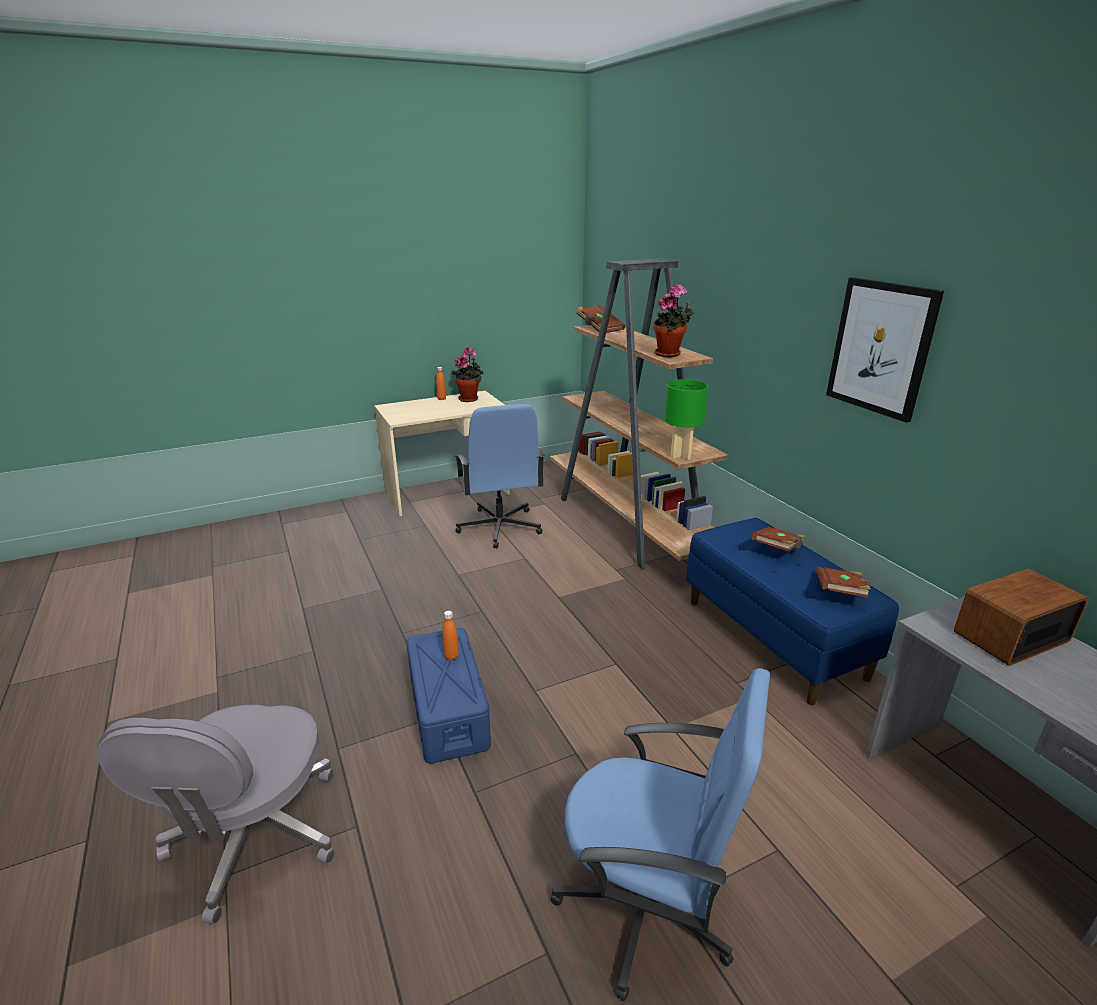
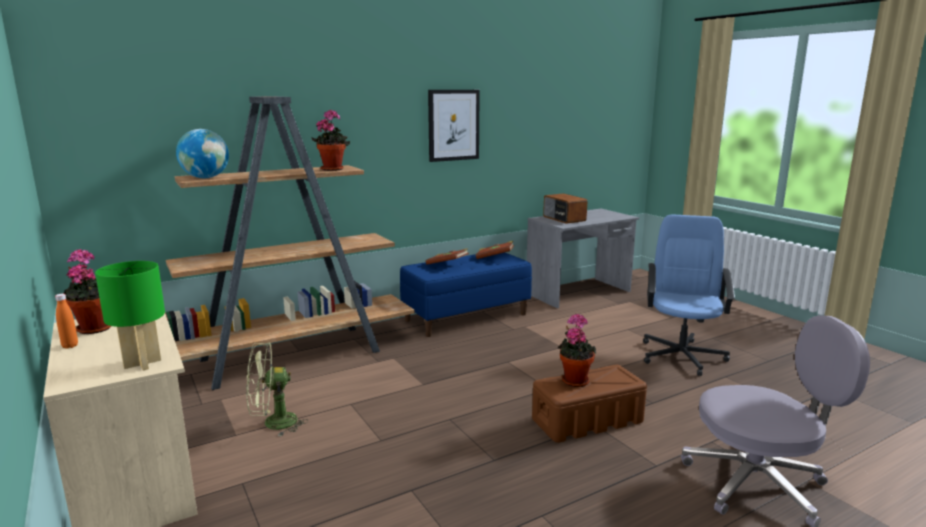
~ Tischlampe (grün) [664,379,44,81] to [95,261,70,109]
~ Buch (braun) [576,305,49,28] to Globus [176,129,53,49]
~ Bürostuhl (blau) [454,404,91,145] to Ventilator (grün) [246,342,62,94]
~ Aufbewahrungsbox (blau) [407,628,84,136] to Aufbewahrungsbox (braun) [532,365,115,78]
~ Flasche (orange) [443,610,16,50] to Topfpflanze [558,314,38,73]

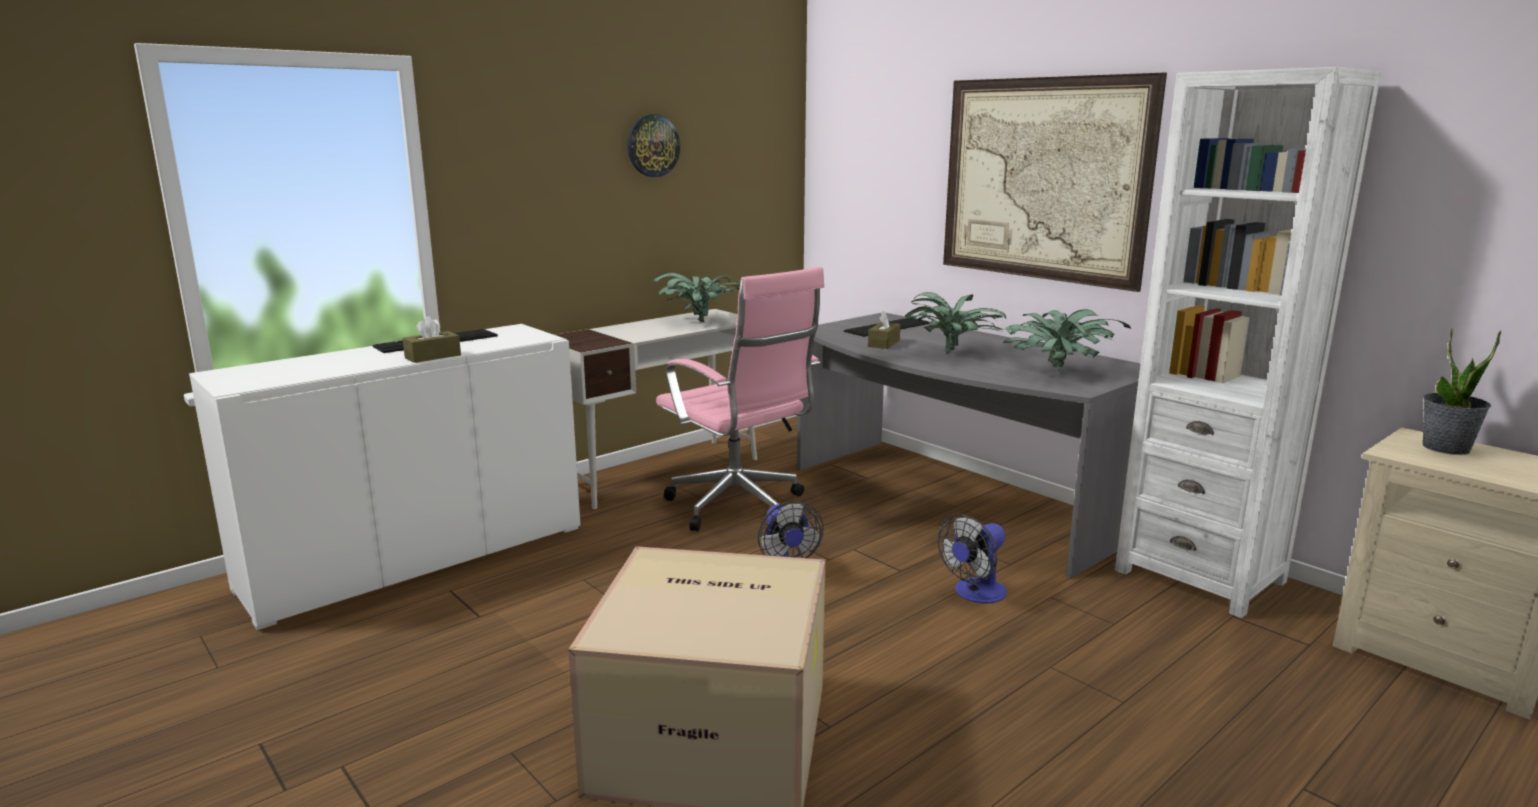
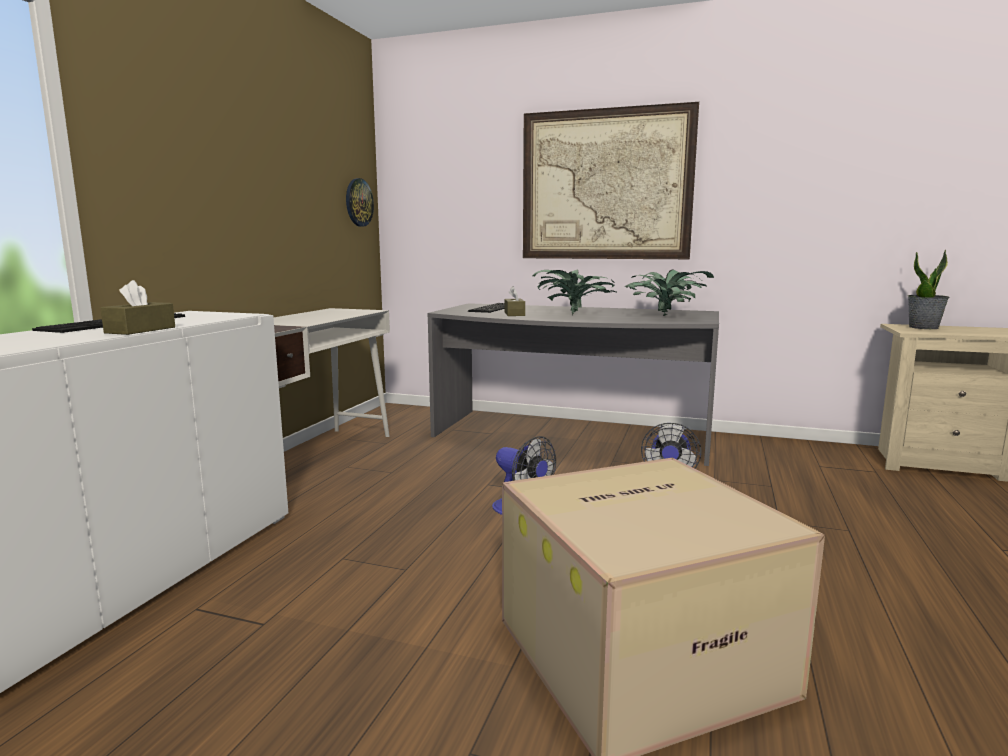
~ Wanduhr [627,114,53,63] to [346,178,28,49]
- Topfpflanze [653,273,87,49]
- Bürostuhl (rosa) [656,267,168,264]
- Bücherregal (weiß) [1115,67,266,551]

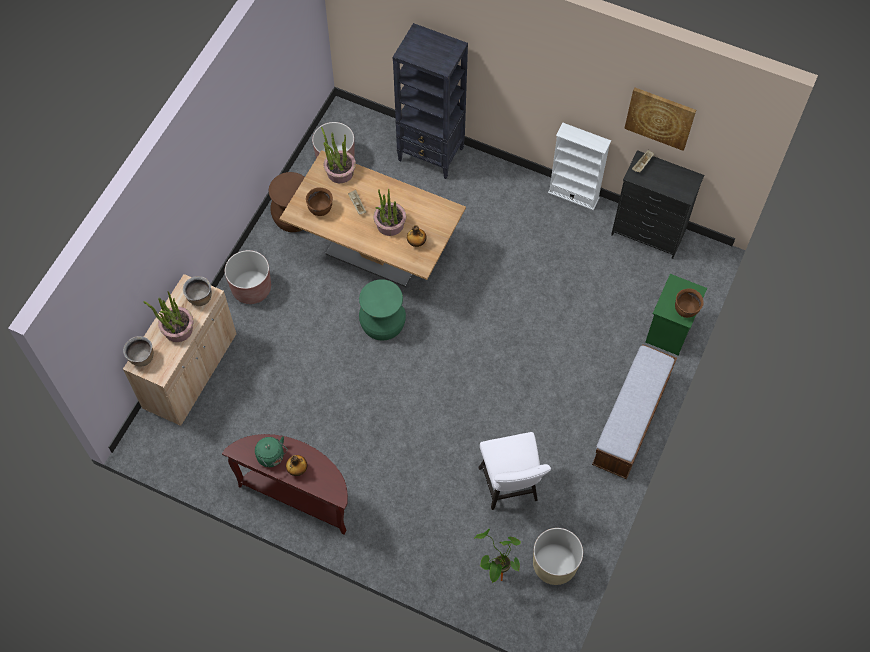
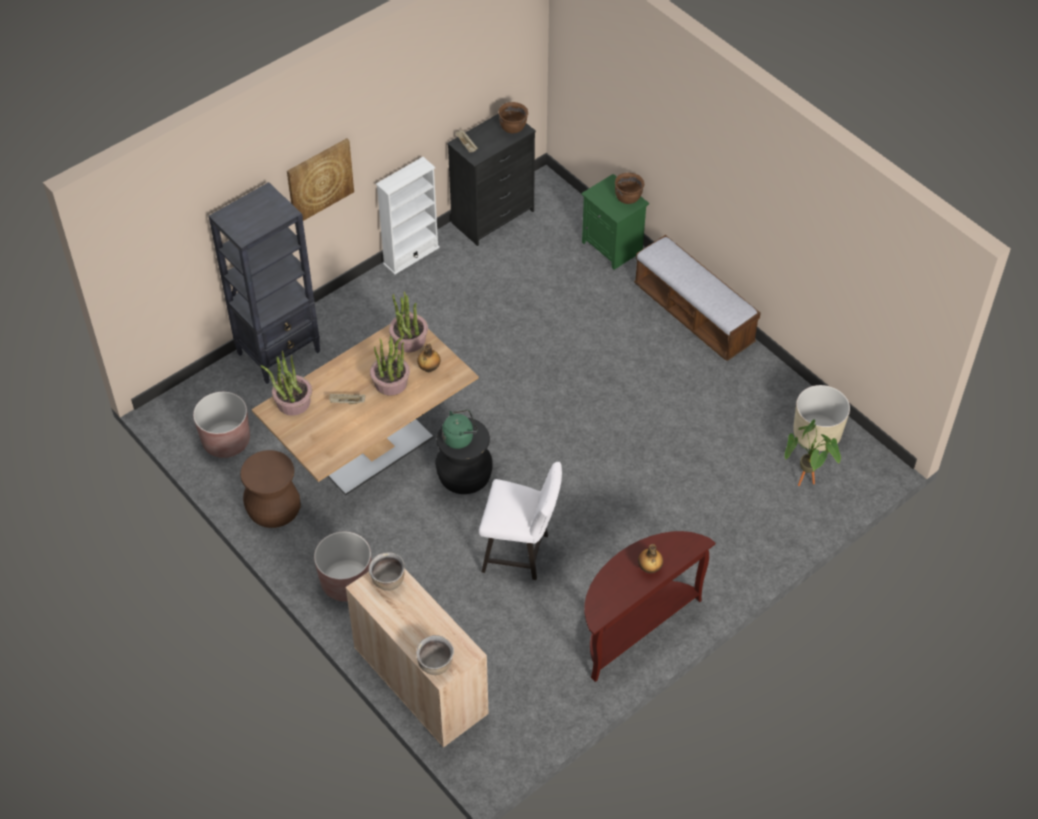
~ Bild [624,87,72,64] to [287,138,67,83]
~ Topfpflanze [143,291,50,51] to [389,292,39,60]
~ Hocker (grün) [359,279,47,62] to Hocker (schwarz) [435,418,58,76]
~ Wasserkessel (grün) [255,436,32,31] to [442,410,36,39]
~ Stuhl (weiß) [478,432,73,78] to [479,462,83,118]
~ Kochtopf (braun) [306,187,27,29] to [498,102,30,31]

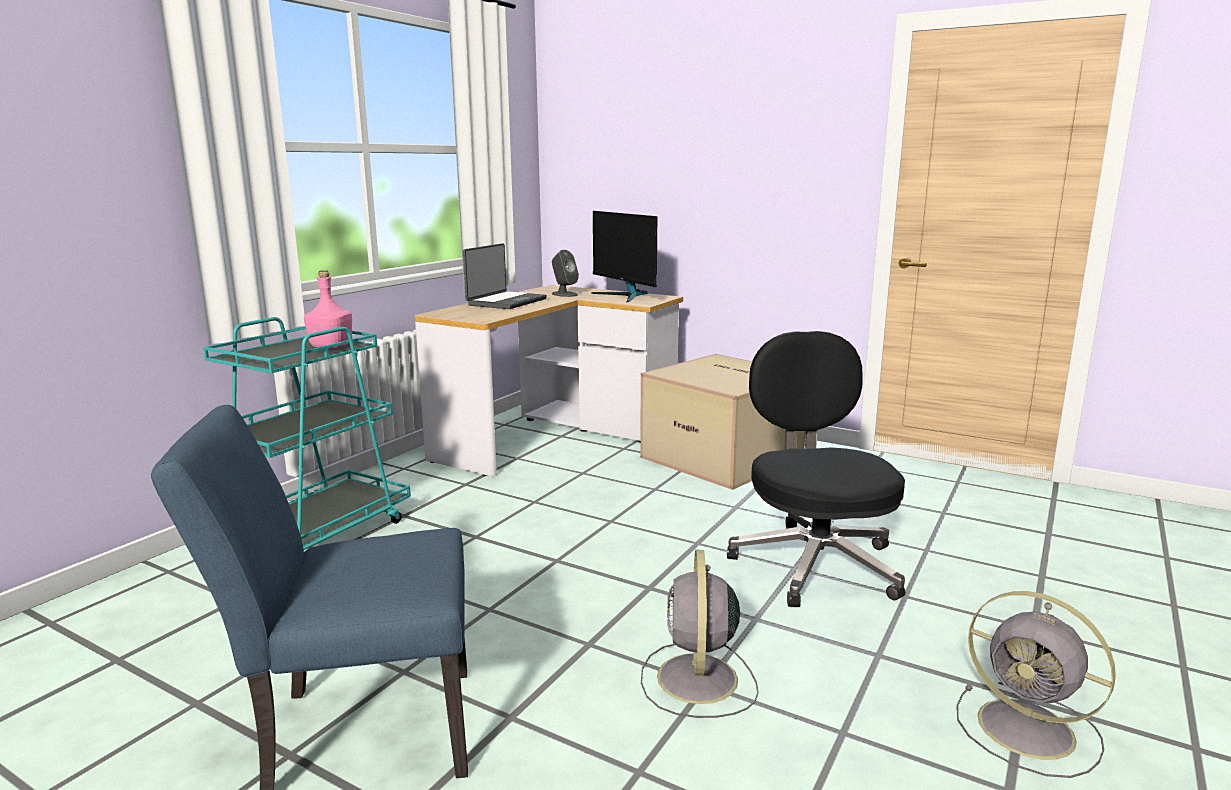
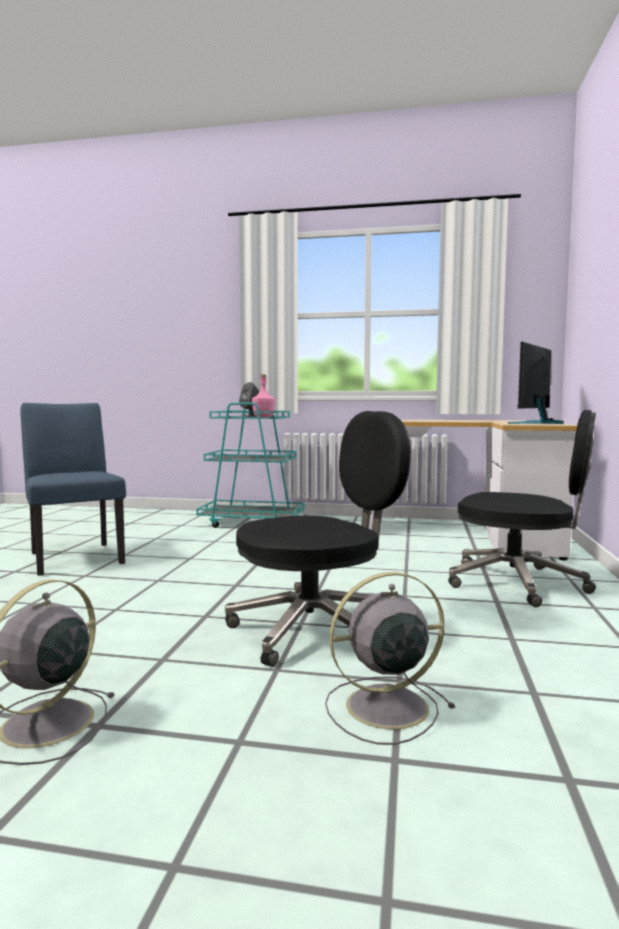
~ Lautsprecher (grau) [552,250,27,47] to [239,382,20,35]
~ Ventilator (grau) [641,550,118,168] to [325,572,130,173]
~ Karton [640,354,166,136] to Bürostuhl (schwarz) [448,410,148,197]
- Laptop [463,243,84,66]

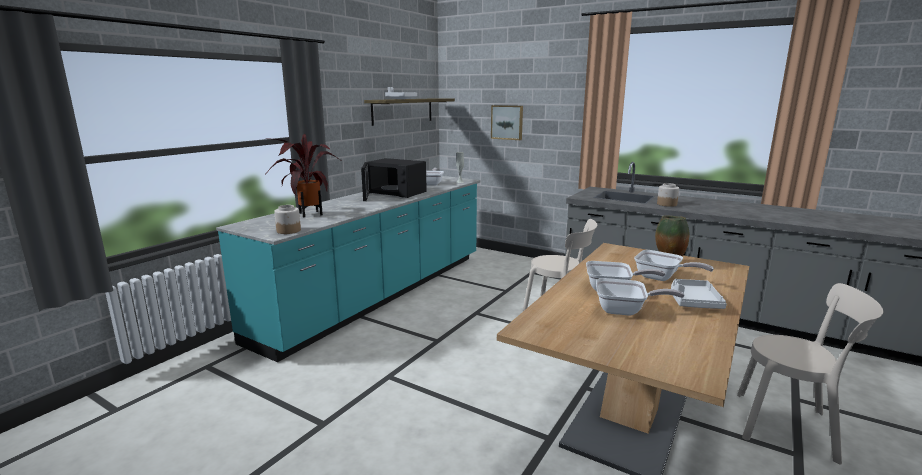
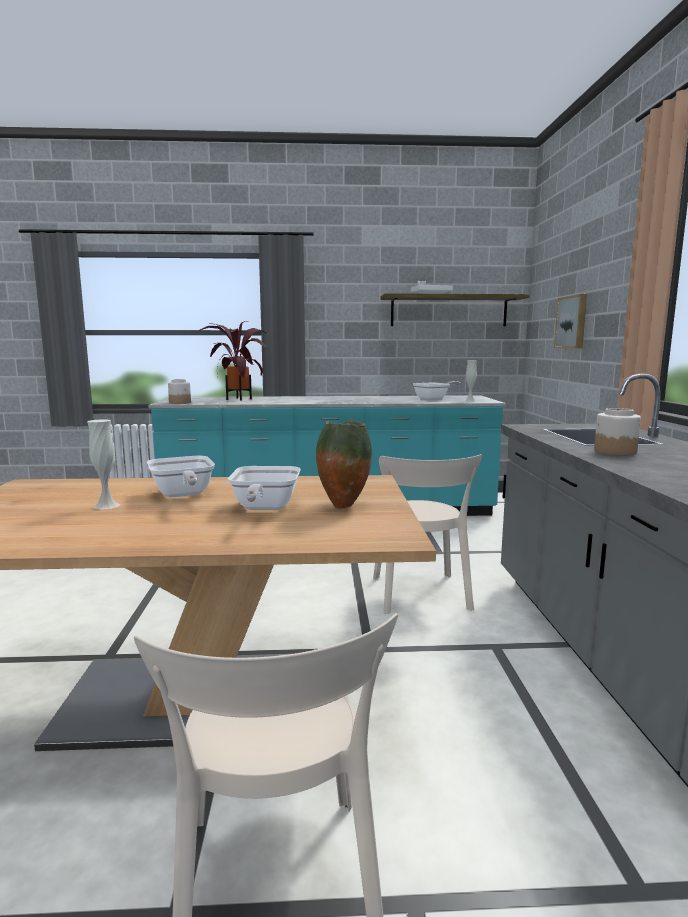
~ Pfanne [596,278,89,38] to Vase (weiß) [87,419,33,91]
- Mikrowelle (schwarz) [361,158,66,43]
- Tablett (weiß) [671,279,56,30]

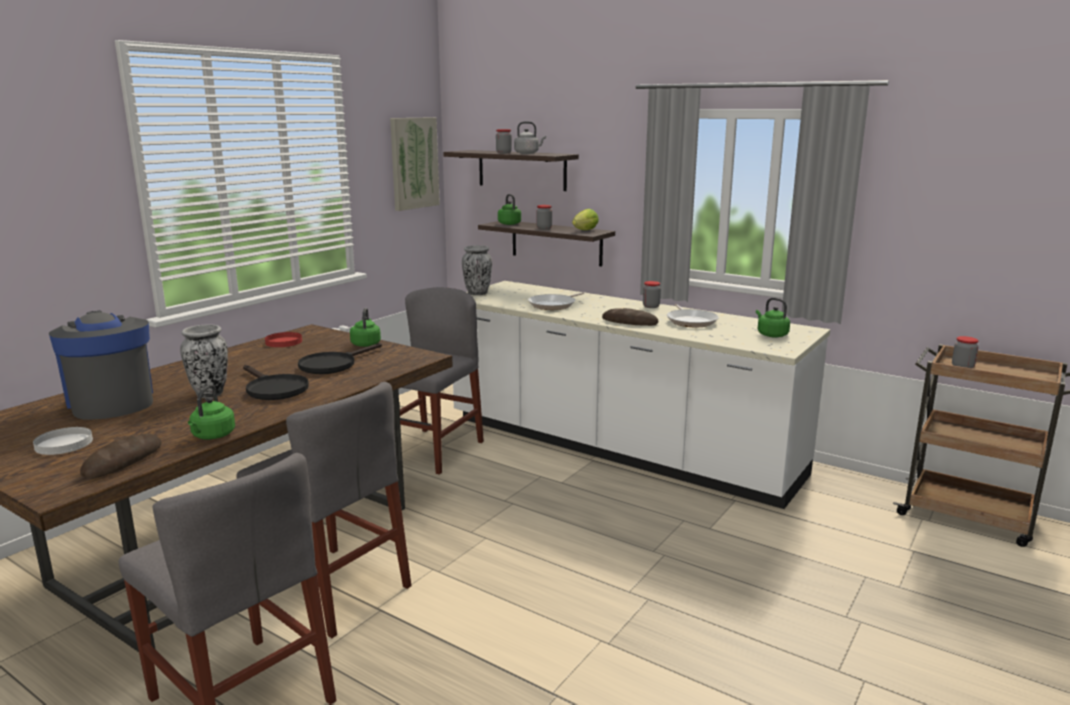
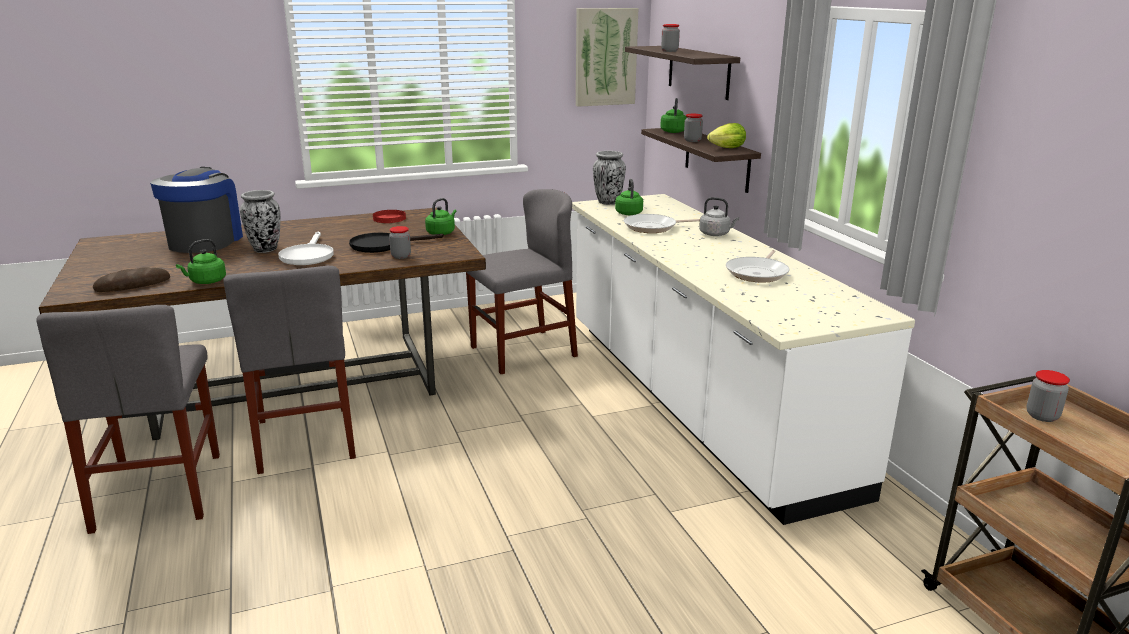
~ Pfanne (schwarz) [243,365,66,35] to Pfanne (weiß) [278,231,56,34]
~ Vorratsglas [643,281,18,27] to [389,226,22,33]
~ Wasserkessel (grün) [756,298,34,39] to [615,179,28,36]
~ Wasserkessel (grau) [514,121,32,33] to [699,197,40,39]
- Teller (weiß) [33,427,60,28]
- Brot [602,308,56,18]

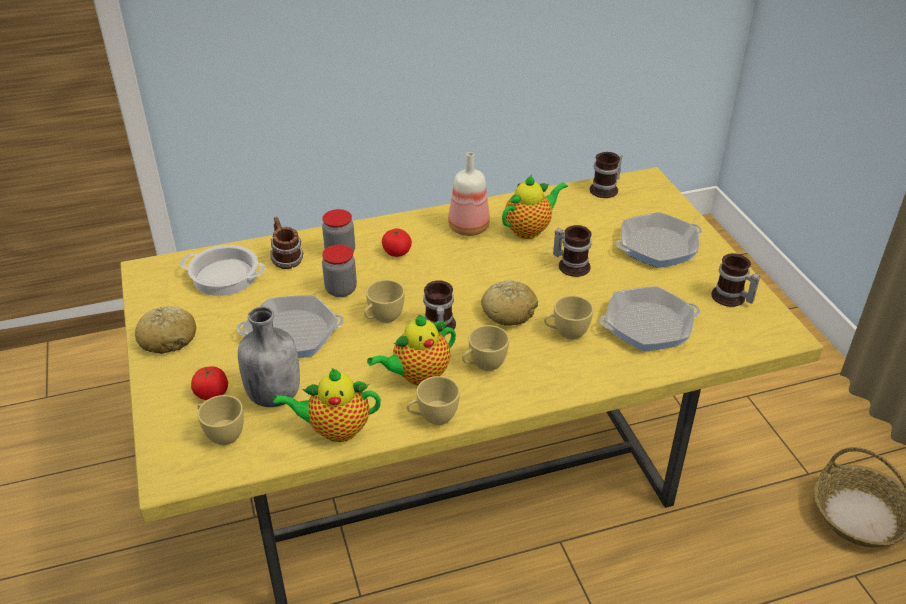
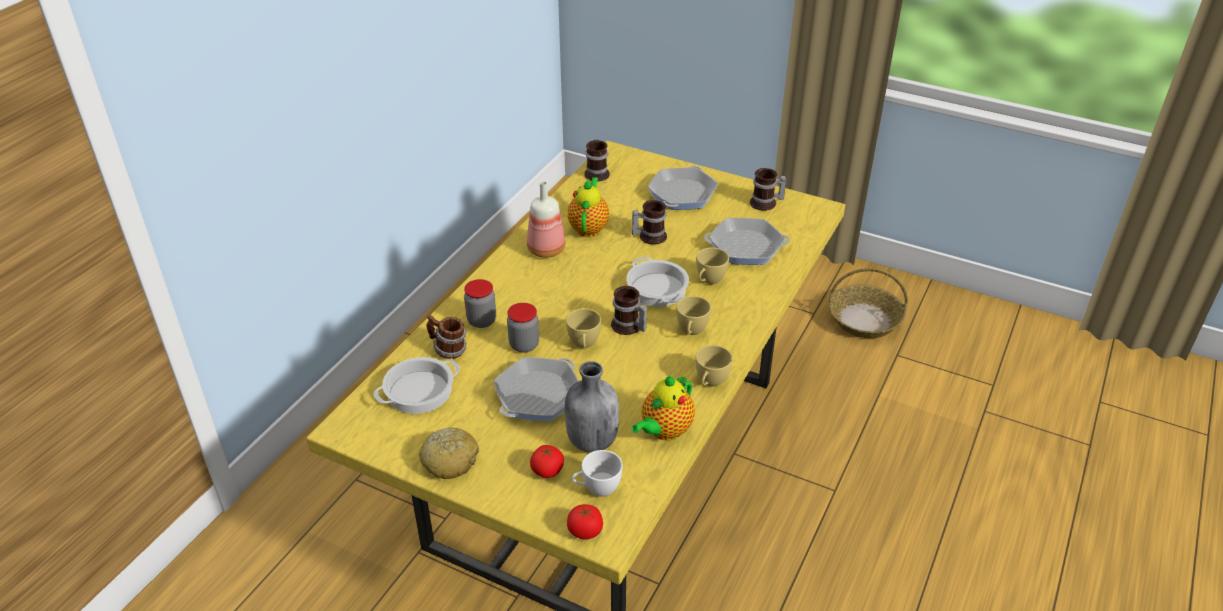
~ Tomate [382,228,30,29] to [567,504,36,36]
~ Tasse (gelb) [197,395,47,50] to Tasse (weiß) [572,450,51,46]
~ Brot [481,280,57,46] to Kochtopf [626,257,63,50]
~ Pfanne [600,286,100,65] = [704,218,86,47] 60 degrees clockwise
- Teekanne [367,314,89,71]

